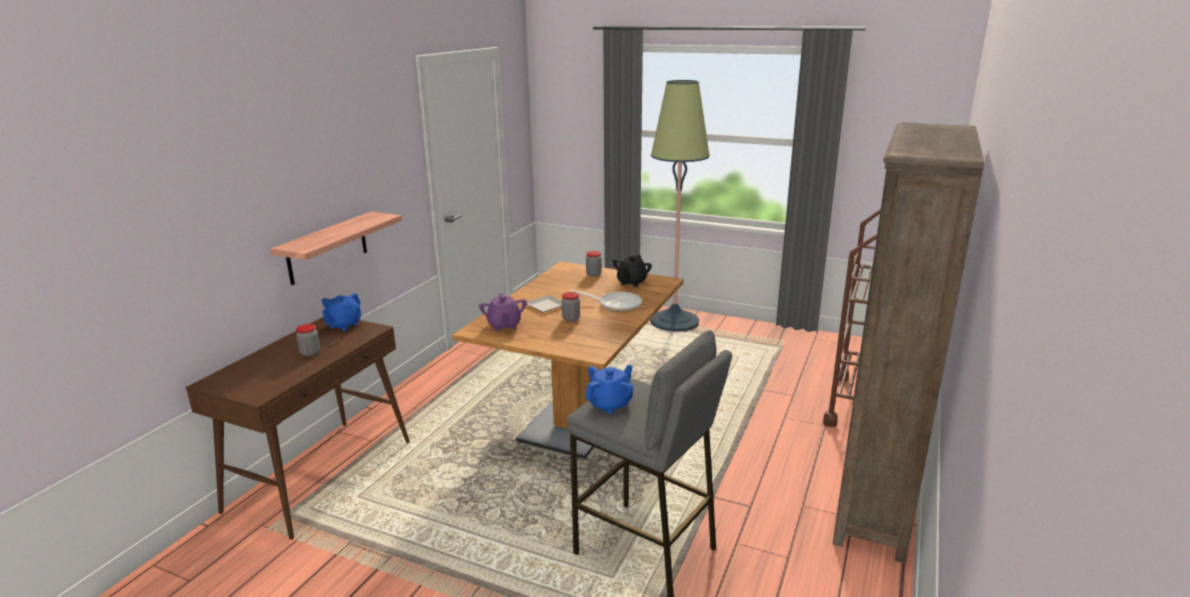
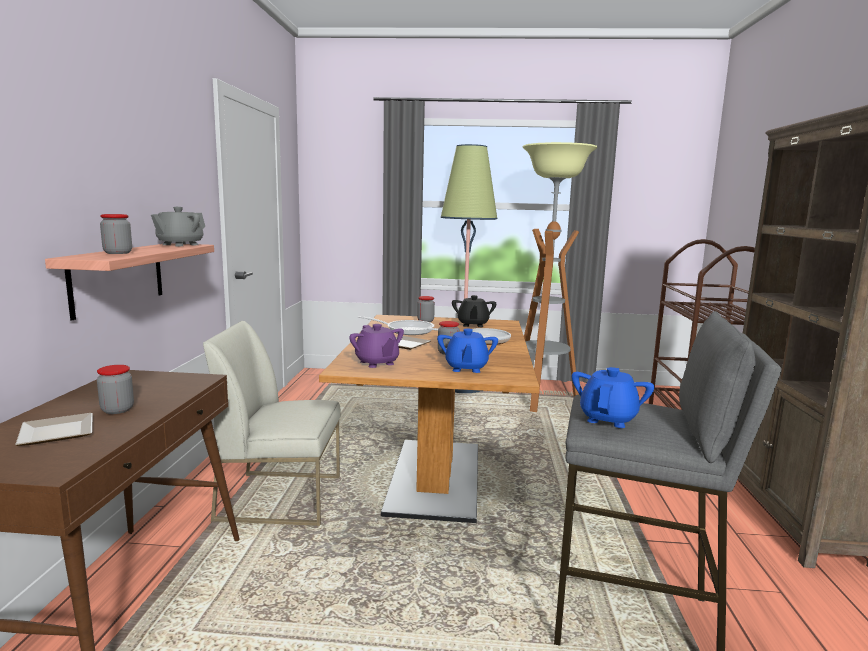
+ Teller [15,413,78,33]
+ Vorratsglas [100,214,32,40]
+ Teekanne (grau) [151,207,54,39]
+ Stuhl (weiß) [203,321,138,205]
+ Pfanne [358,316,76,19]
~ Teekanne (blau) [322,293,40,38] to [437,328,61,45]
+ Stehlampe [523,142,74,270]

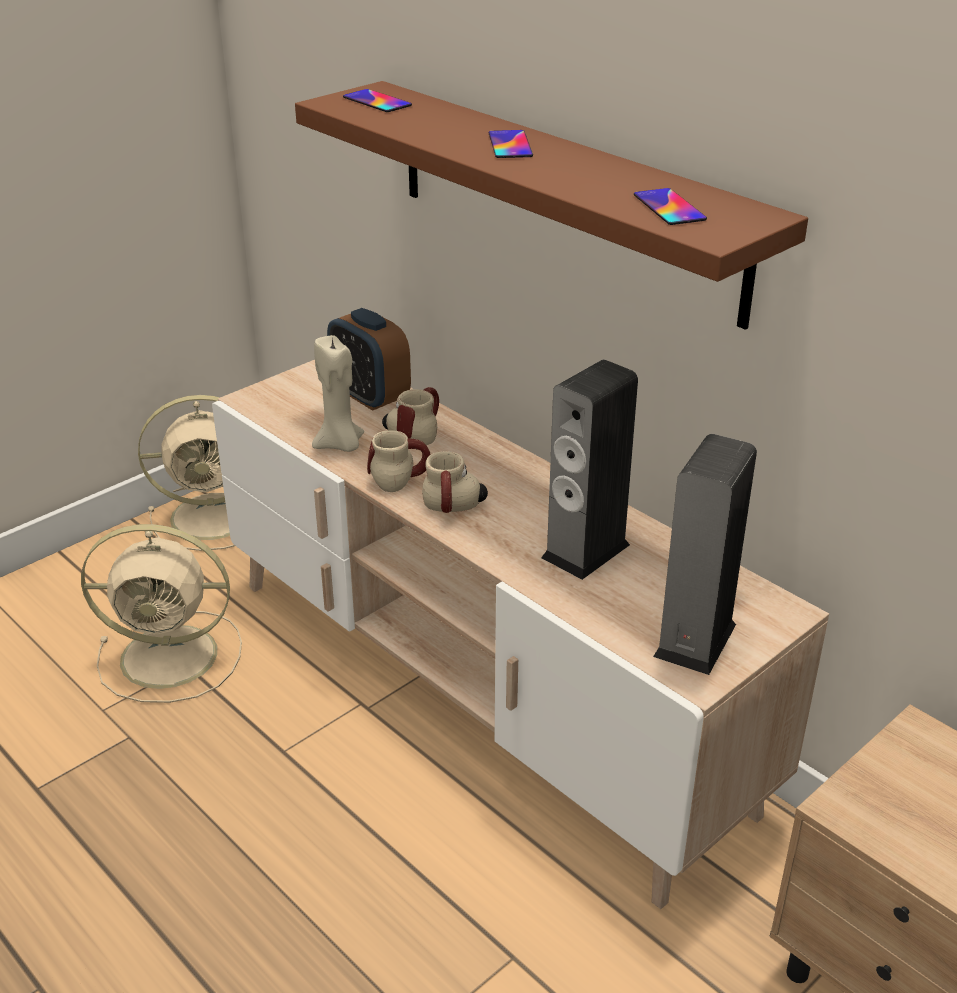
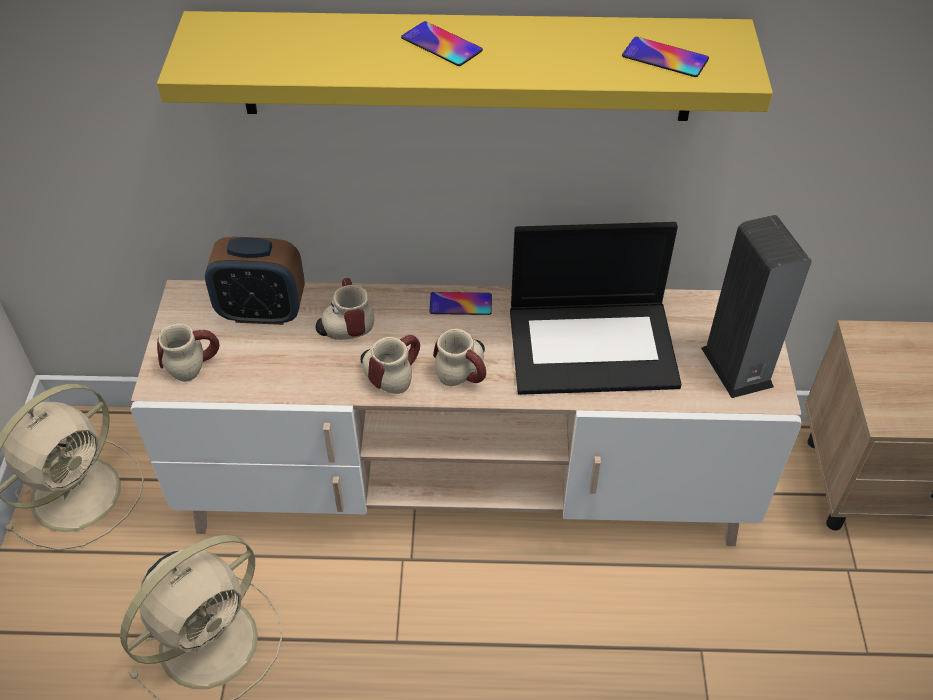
~ Wandregal (braun) [295,81,513,249] to Wandregal (gelb) [157,11,616,110]
+ Henkelbecher [157,323,62,59]
~ Handy [343,89,69,23] to [430,292,62,23]
~ Lautsprecher [541,360,97,220] to Laptop [510,222,172,173]
- Kerze (beige) [312,335,52,117]

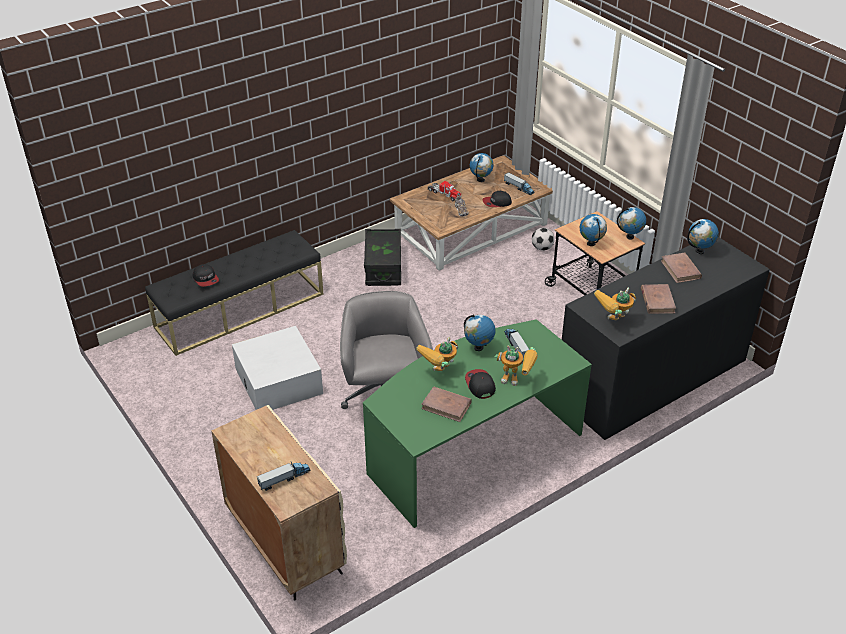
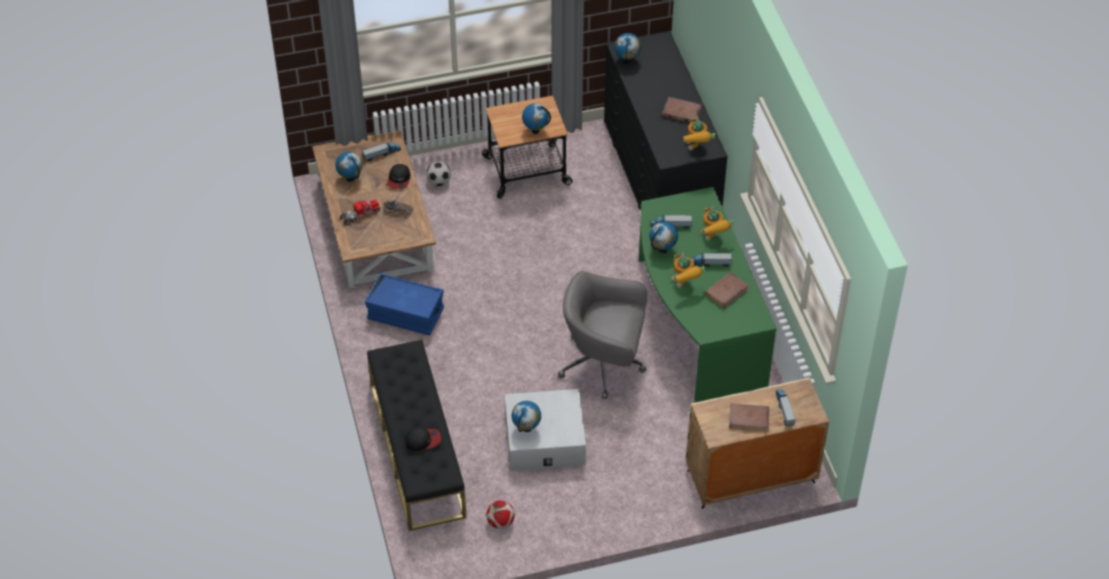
~ Aufbewahrungsbox (schwarz) [364,229,37,57] to Aufbewahrungsbox (blau) [365,273,79,63]
+ Fußball [486,500,29,29]
~ Globus [617,207,29,33] to [512,401,29,31]
~ Kappe [465,369,31,30] to Spielzeuglaster [692,253,40,14]
~ Spielzeugroboter [495,346,43,40] = [701,206,33,35] 120 degrees clockwise
~ Buch (braun) [661,253,41,30] to [729,403,40,29]

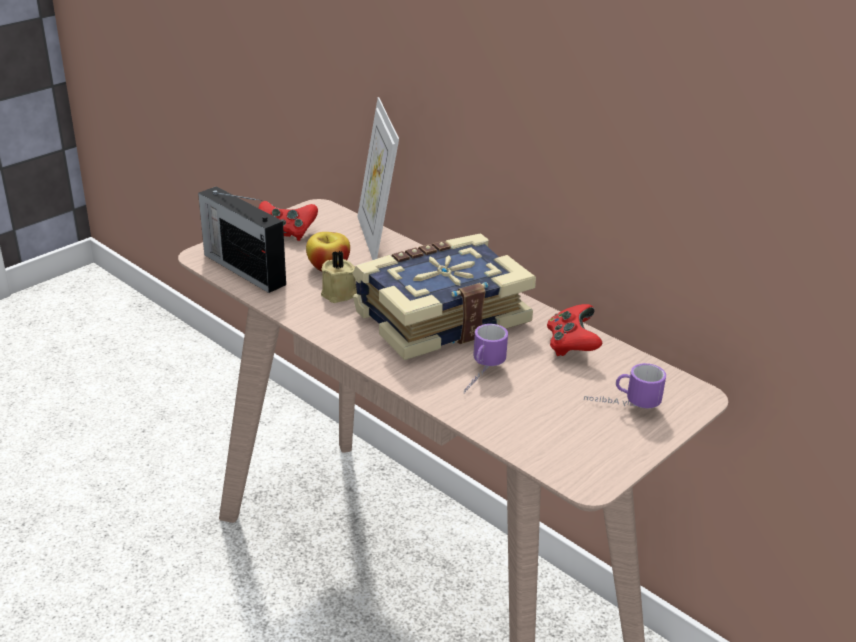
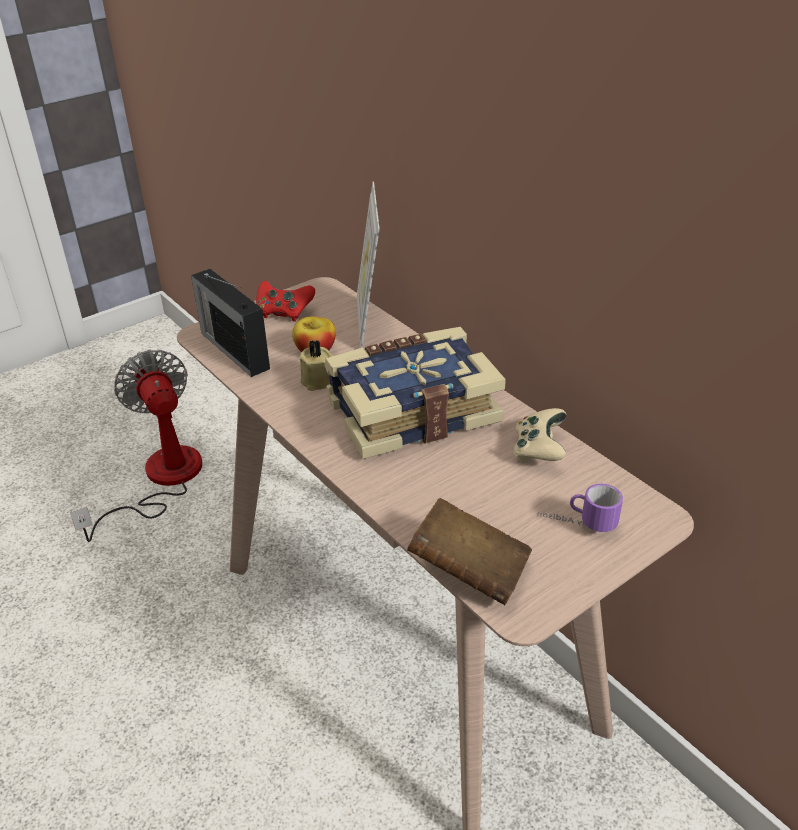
+ Ventilator [70,349,132,193]
+ Buch (braun) [407,498,125,107]
~ Gamepad (rot) [547,304,55,52] to Gamepad (beige) [514,408,52,55]
- Henkelbecher [464,324,44,69]

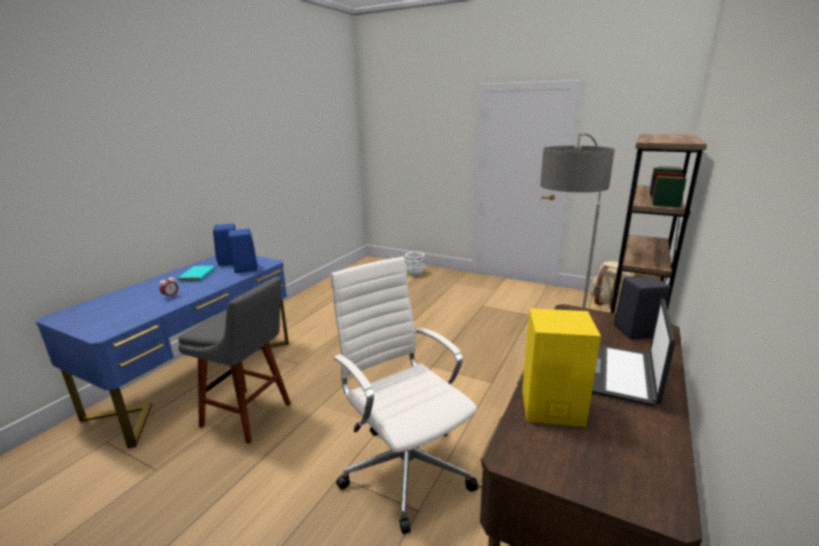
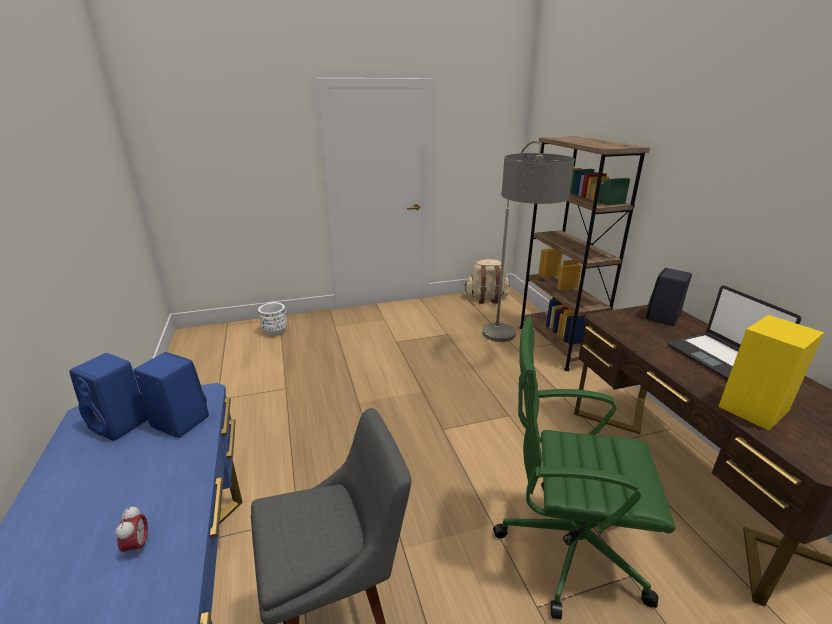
~ Bürostuhl (weiß) [331,257,147,277] to Bürostuhl (grün) [493,317,182,303]
- Buch (türkis) [178,266,37,16]

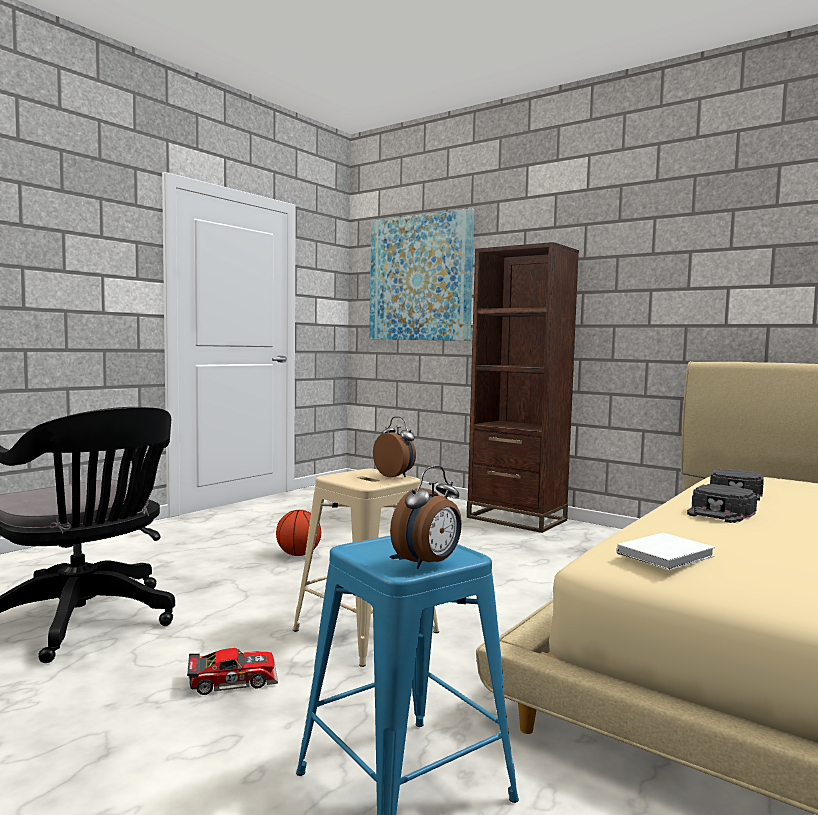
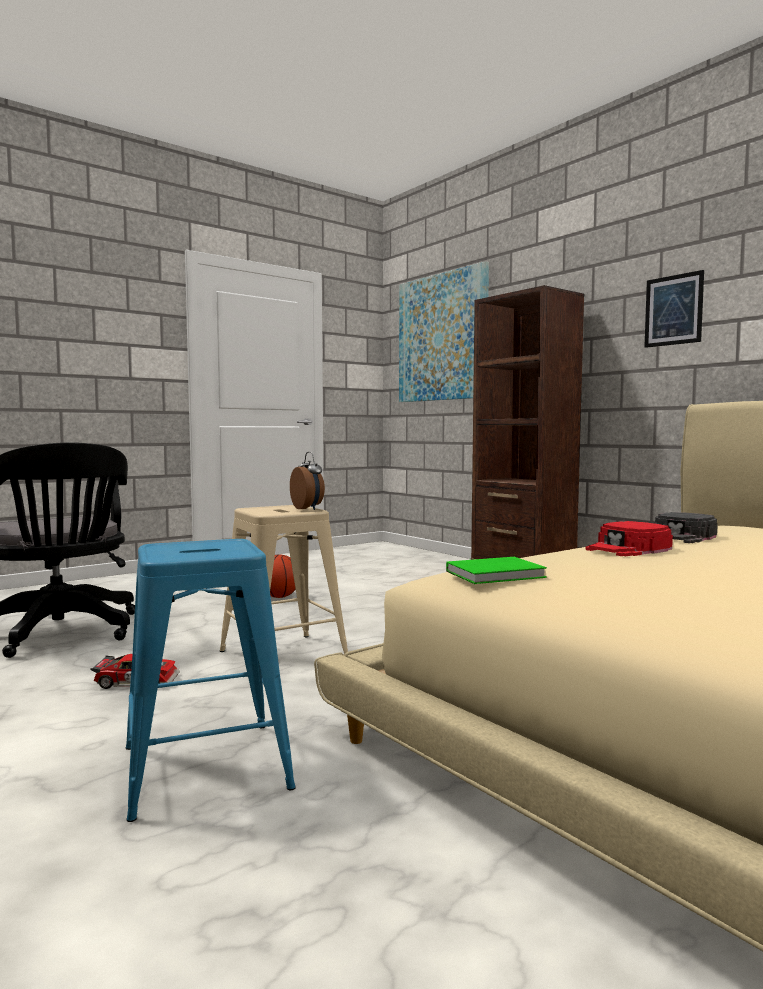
~ Buch (weiß) [617,533,98,37] to Buch (grün) [446,557,101,27]
~ Kappe (schwarz) [687,484,70,39] to Kappe (rot) [585,521,88,35]
+ Bild [644,270,60,78]
- Wecker [390,466,72,103]

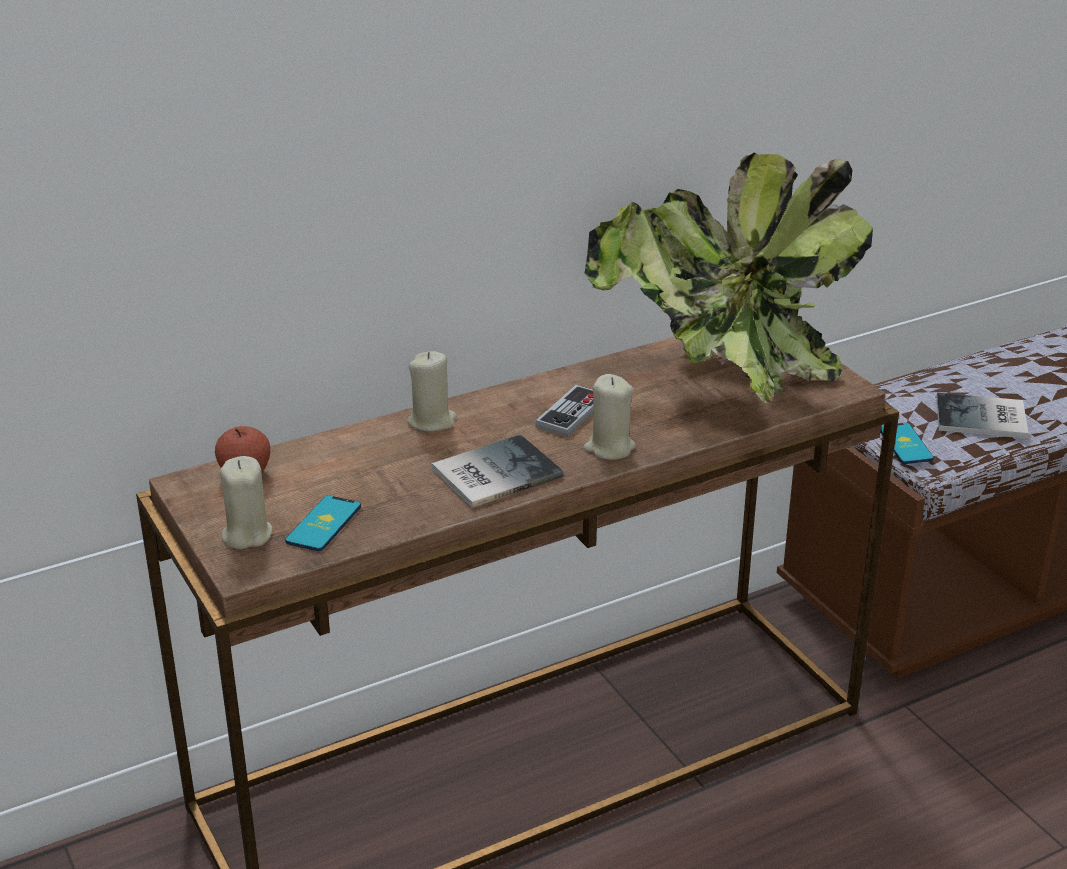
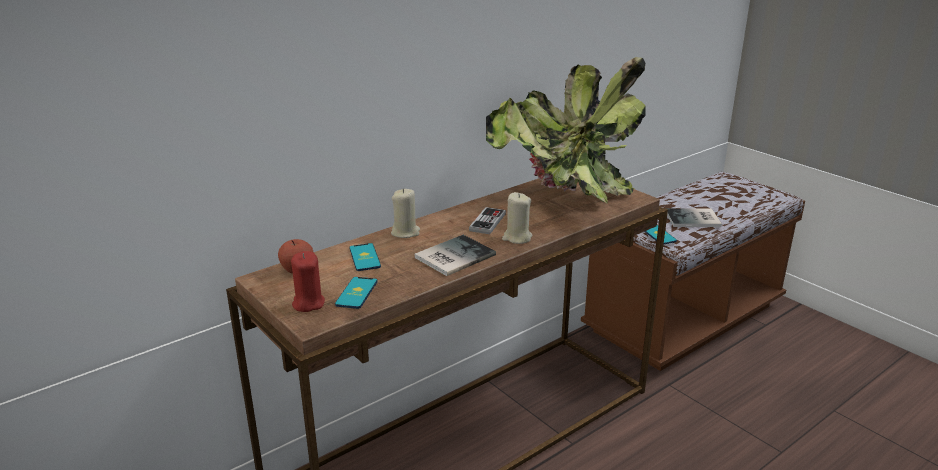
~ Kerze (beige) [220,456,52,93] to Kerze (rot) [291,251,34,61]
+ Handy [349,243,32,28]

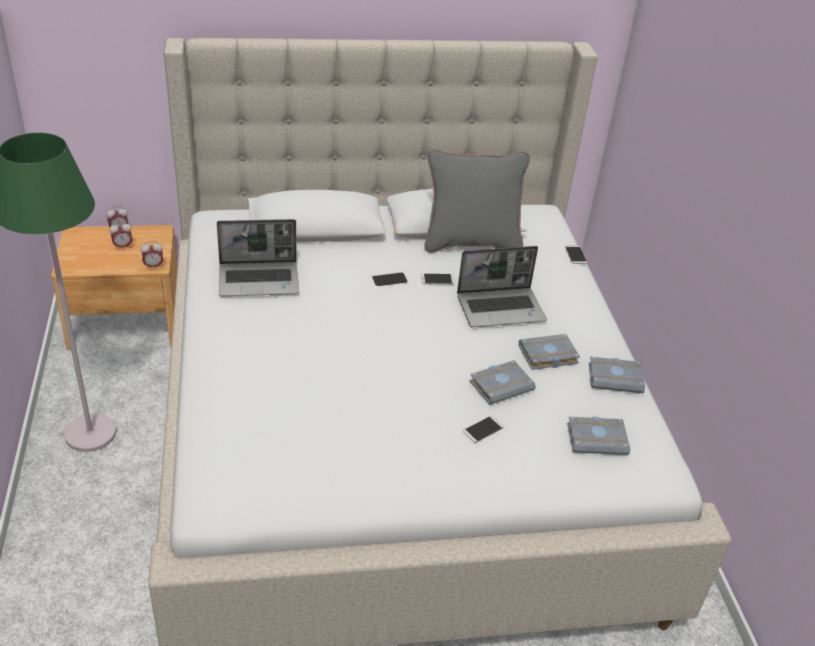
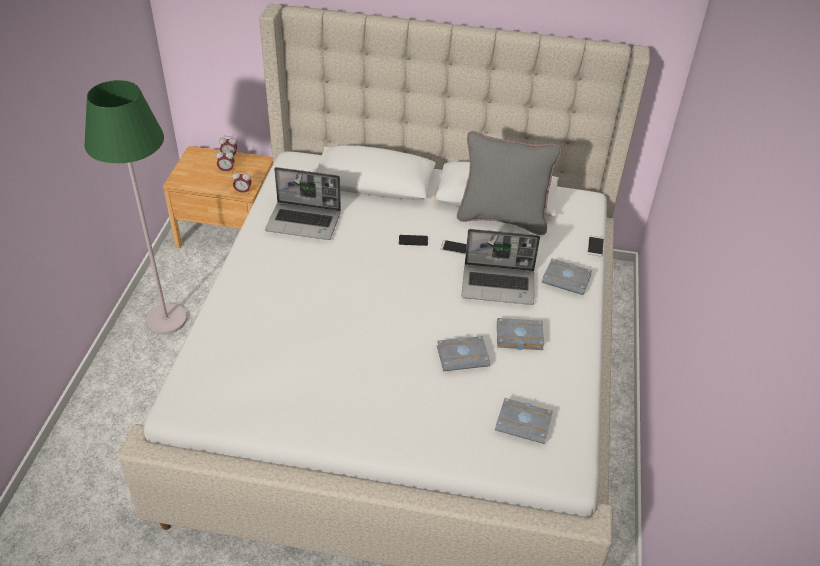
~ Buch (grau) [589,357,56,36] to [542,259,50,36]
- Handy [463,416,41,27]

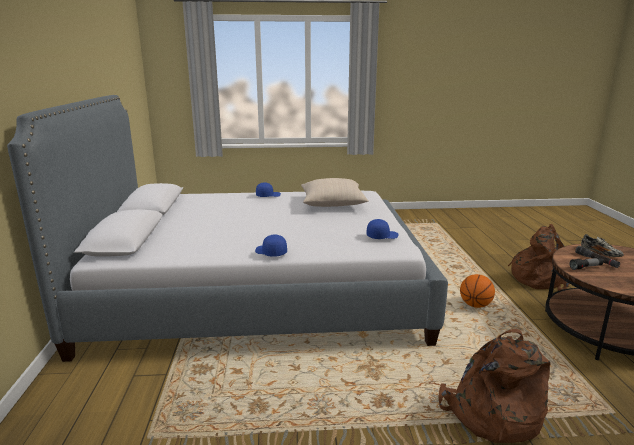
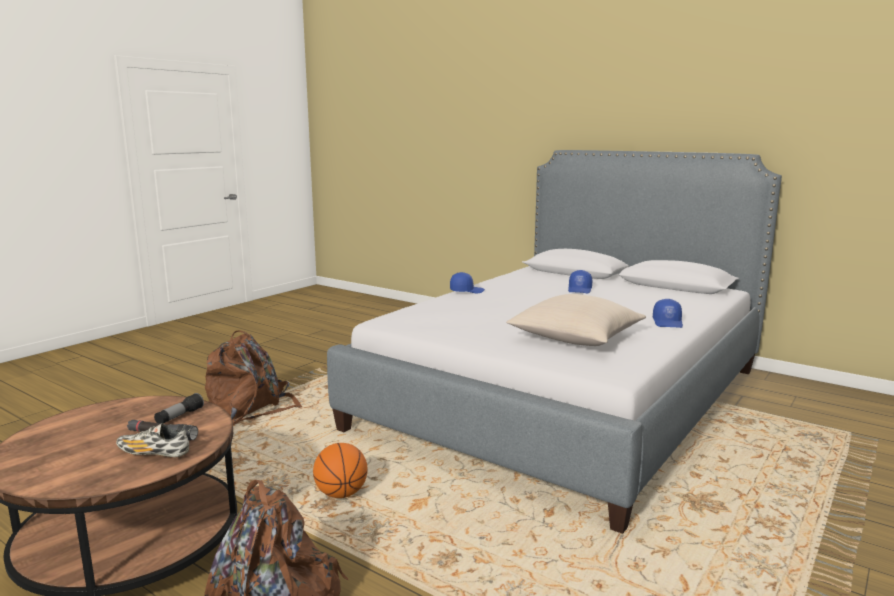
~ Kappe (blau) [367,219,31,20] to [568,270,24,23]

